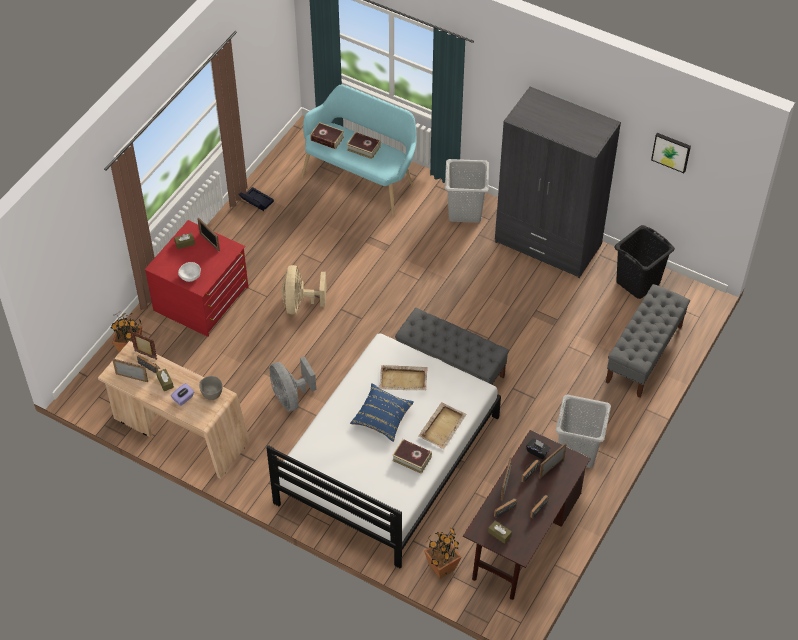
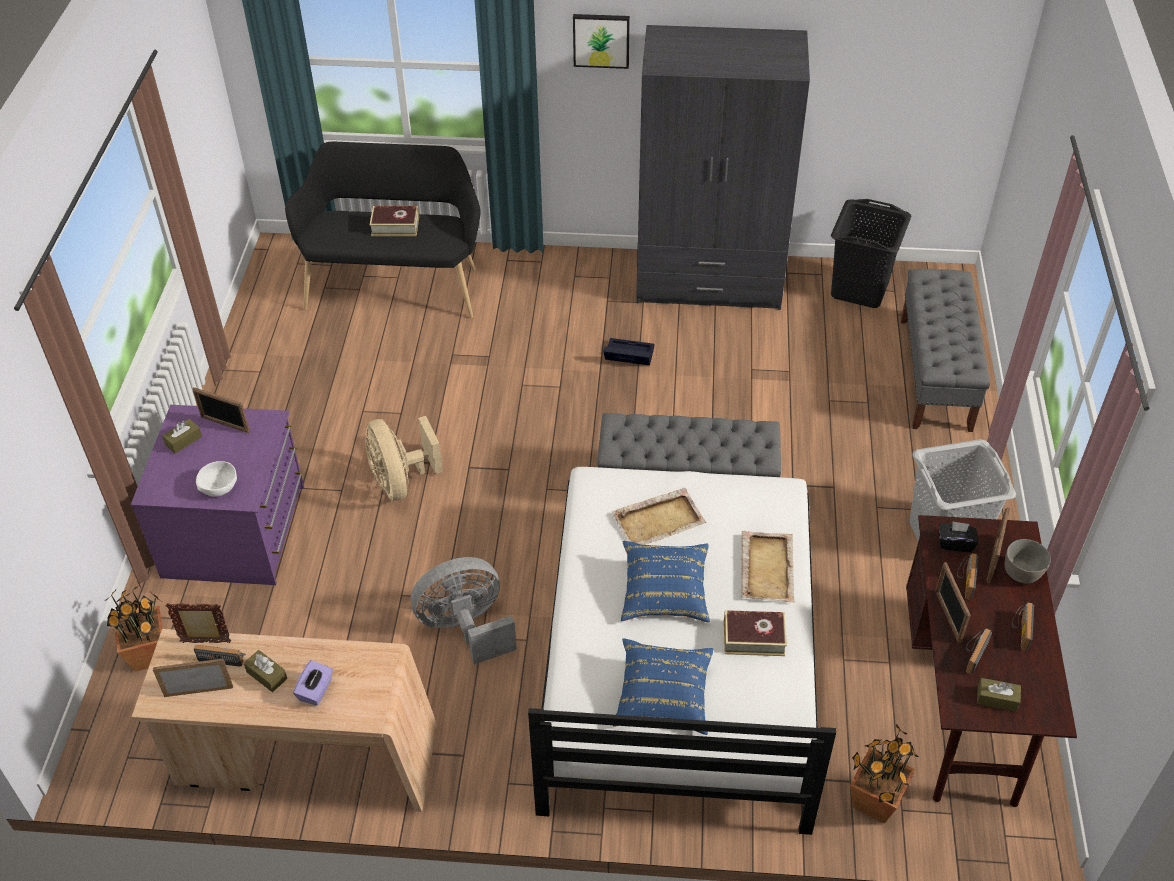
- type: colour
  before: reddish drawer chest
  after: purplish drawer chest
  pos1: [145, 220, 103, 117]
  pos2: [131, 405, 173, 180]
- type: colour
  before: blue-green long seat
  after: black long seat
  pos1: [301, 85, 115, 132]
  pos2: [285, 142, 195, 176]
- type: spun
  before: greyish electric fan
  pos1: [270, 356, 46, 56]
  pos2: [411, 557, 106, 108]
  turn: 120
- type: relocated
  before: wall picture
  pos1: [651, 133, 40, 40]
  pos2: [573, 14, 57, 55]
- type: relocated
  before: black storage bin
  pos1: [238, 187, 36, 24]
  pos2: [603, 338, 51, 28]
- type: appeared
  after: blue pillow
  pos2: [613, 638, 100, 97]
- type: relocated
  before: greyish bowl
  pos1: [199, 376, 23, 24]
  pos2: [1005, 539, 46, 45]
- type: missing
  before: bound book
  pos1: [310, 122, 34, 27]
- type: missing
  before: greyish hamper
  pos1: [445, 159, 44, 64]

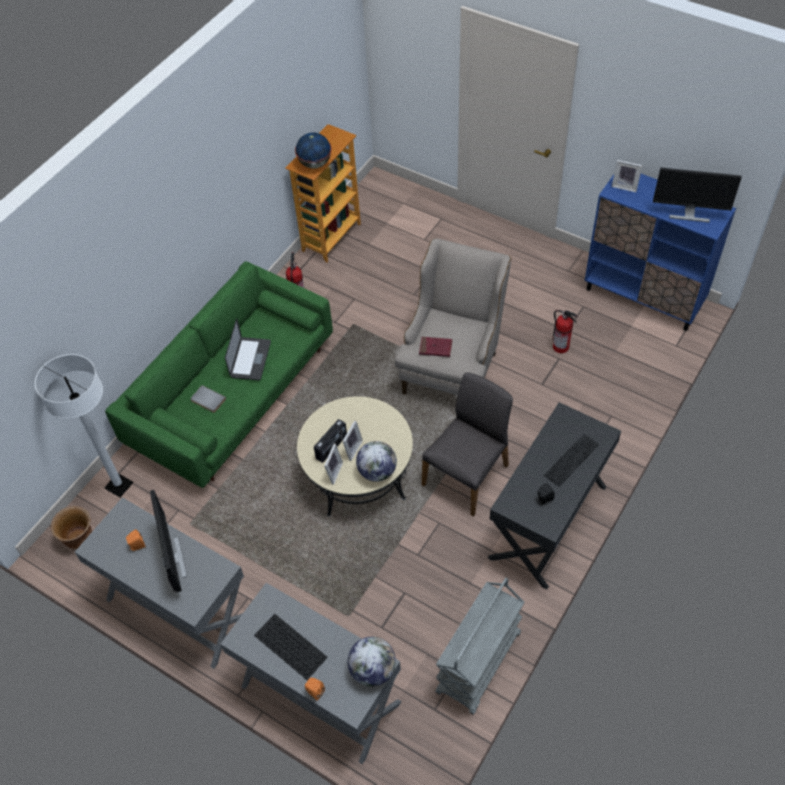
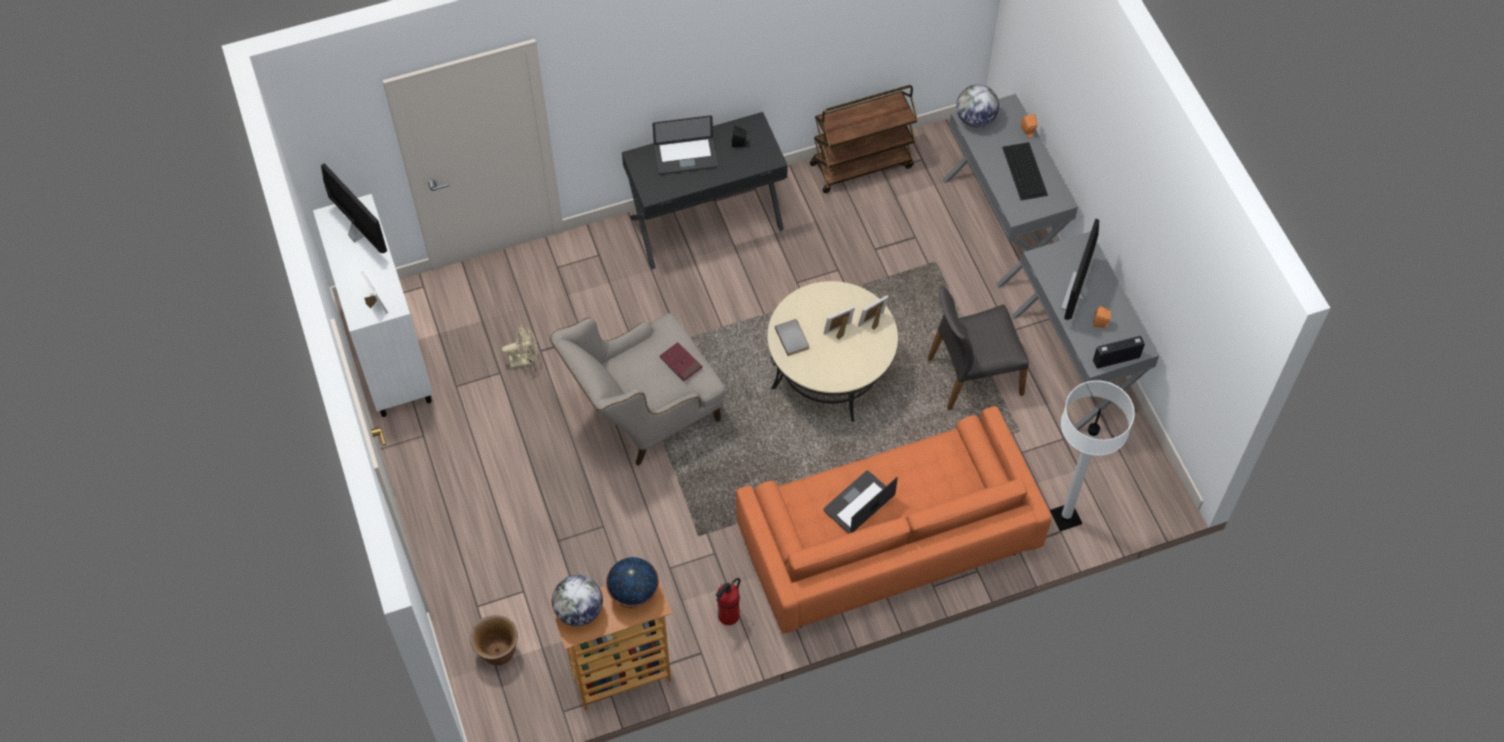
- type: colour
  before: blue cupboard
  after: white-coloured cupboard
  pos1: [585, 174, 151, 157]
  pos2: [313, 194, 120, 223]
- type: relocated
  before: brown planter
  pos1: [51, 506, 41, 43]
  pos2: [470, 615, 48, 50]
- type: exchanged
  before: extinguisher
  after: beige electric fan
  pos1: [552, 310, 26, 43]
  pos2: [502, 325, 36, 43]
- type: relocated
  before: desk globe
  pos1: [356, 441, 41, 41]
  pos2: [552, 575, 51, 51]
- type: exchanged
  before: keyboard
  after: notebook computer
  pos1: [544, 434, 55, 53]
  pos2: [652, 115, 66, 60]
- type: colour
  before: greenish sofa
  after: orangey sofa
  pos1: [105, 261, 228, 227]
  pos2: [736, 406, 316, 228]
- type: relocated
  before: greyish bound book
  pos1: [190, 385, 36, 28]
  pos2: [775, 319, 34, 37]
- type: colour
  before: greyish cart
  after: brown cart
  pos1: [436, 578, 88, 137]
  pos2: [810, 85, 108, 108]
- type: relocated
  before: greyish chair
  pos1: [421, 373, 92, 144]
  pos2: [927, 286, 102, 124]
- type: relocated
  before: radio
  pos1: [314, 419, 33, 44]
  pos2: [1093, 336, 52, 32]

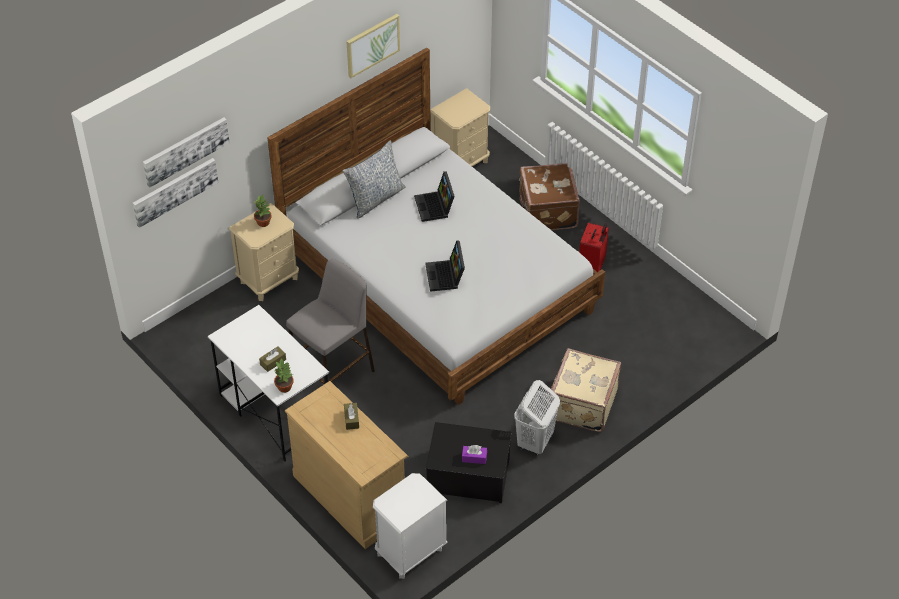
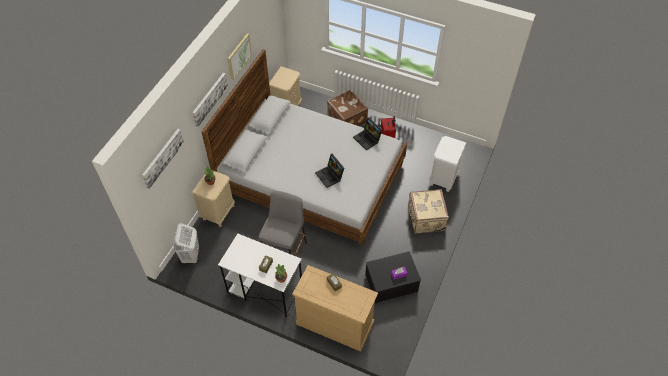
- type: relocated
  before: white-coloured hamper
  pos1: [514, 380, 46, 76]
  pos2: [173, 223, 26, 41]
- type: relocated
  before: wall picture
  pos1: [133, 158, 85, 70]
  pos2: [192, 73, 36, 54]
- type: relocated
  before: notebook computer
  pos1: [414, 171, 41, 51]
  pos2: [353, 117, 29, 33]
- type: relocated
  before: white-coloured nightstand
  pos1: [373, 473, 74, 106]
  pos2: [429, 136, 37, 56]
- type: missing
  before: pillow
  pos1: [342, 140, 64, 78]

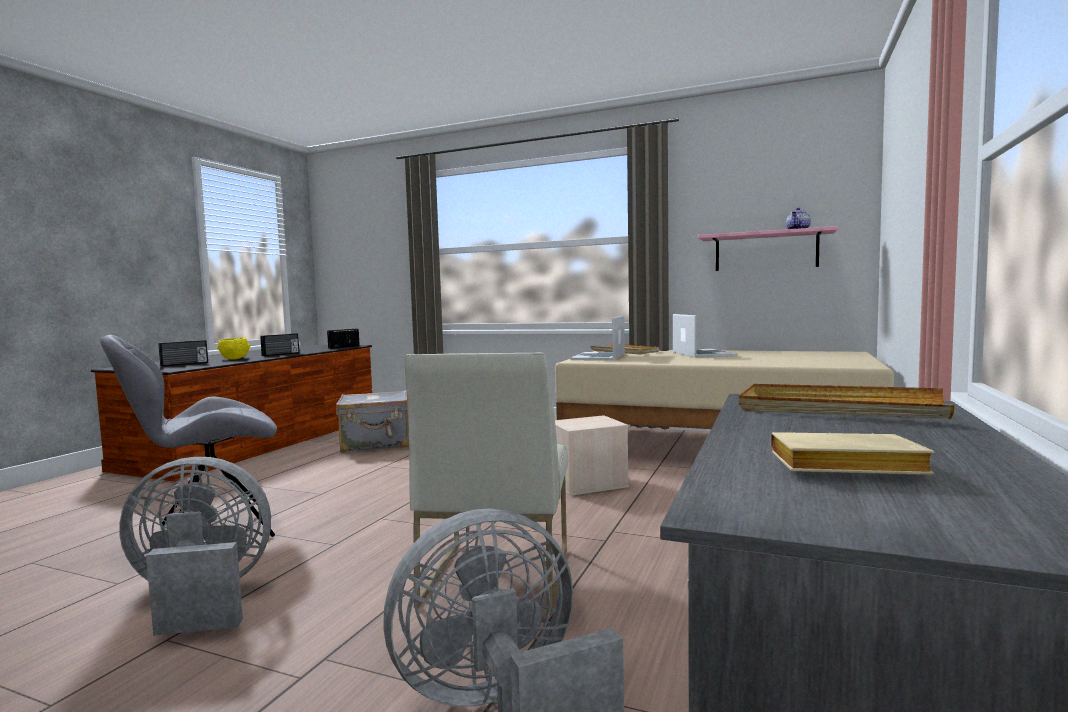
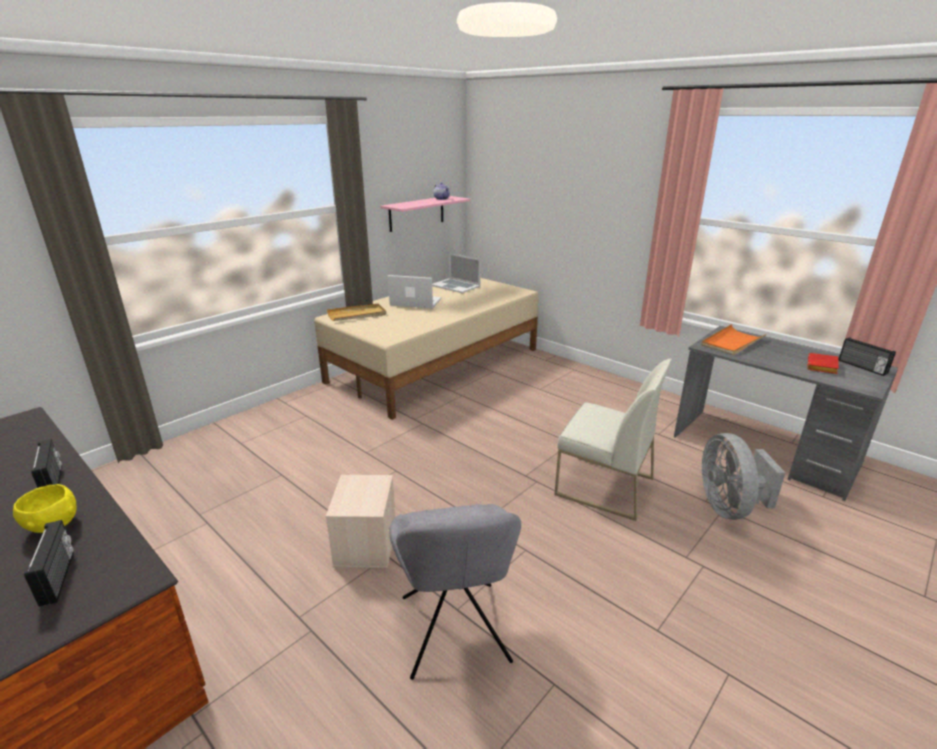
- type: relocated
  before: beige storage bin
  pos1: [555, 415, 74, 81]
  pos2: [326, 475, 69, 93]
- type: relocated
  before: notebook computer
  pos1: [571, 316, 54, 45]
  pos2: [432, 253, 49, 40]
- type: colour
  before: beige tray
  after: orangey tray
  pos1: [739, 384, 216, 35]
  pos2: [701, 324, 66, 31]
- type: colour
  before: beige bound book
  after: reddish bound book
  pos1: [771, 432, 164, 43]
  pos2: [807, 353, 32, 21]
- type: relocated
  before: radio
  pos1: [327, 329, 33, 20]
  pos2: [838, 338, 58, 38]
- type: missing
  before: greyish electric fan
  pos1: [119, 457, 152, 179]
- type: missing
  before: greyish travel case
  pos1: [336, 390, 73, 63]

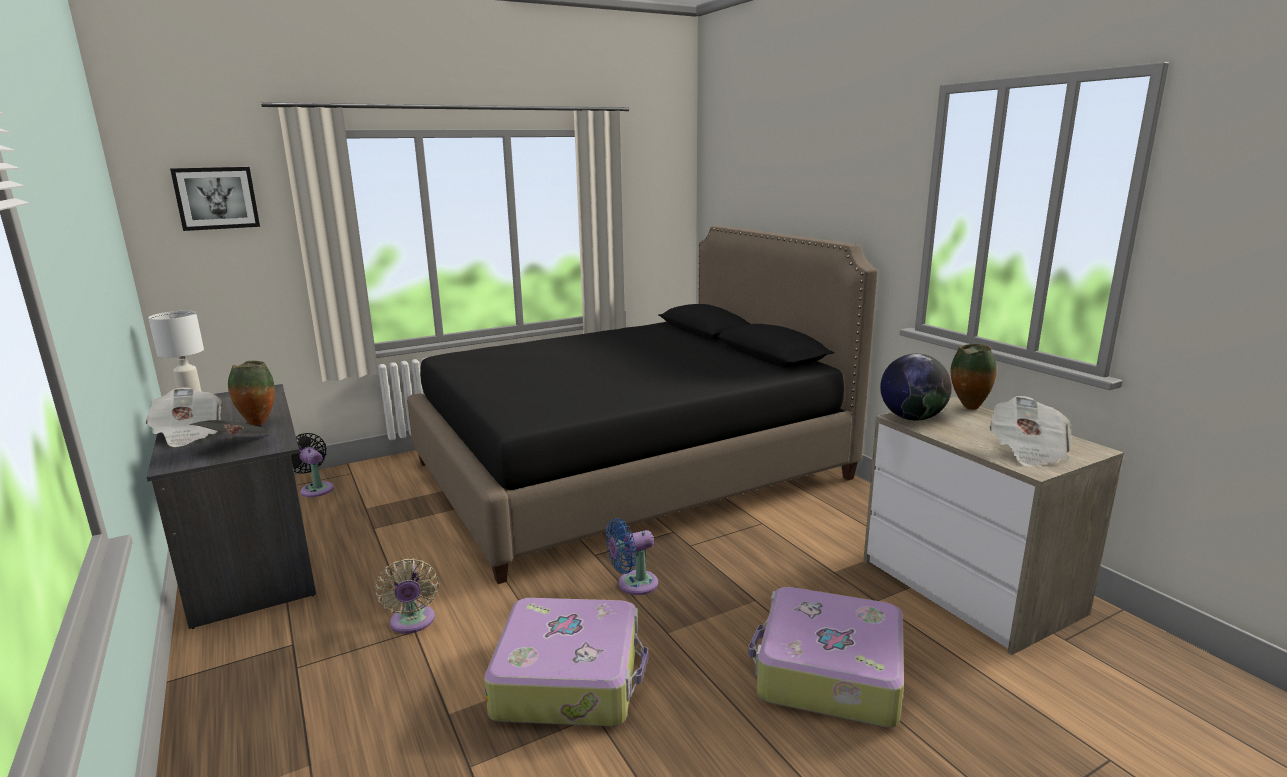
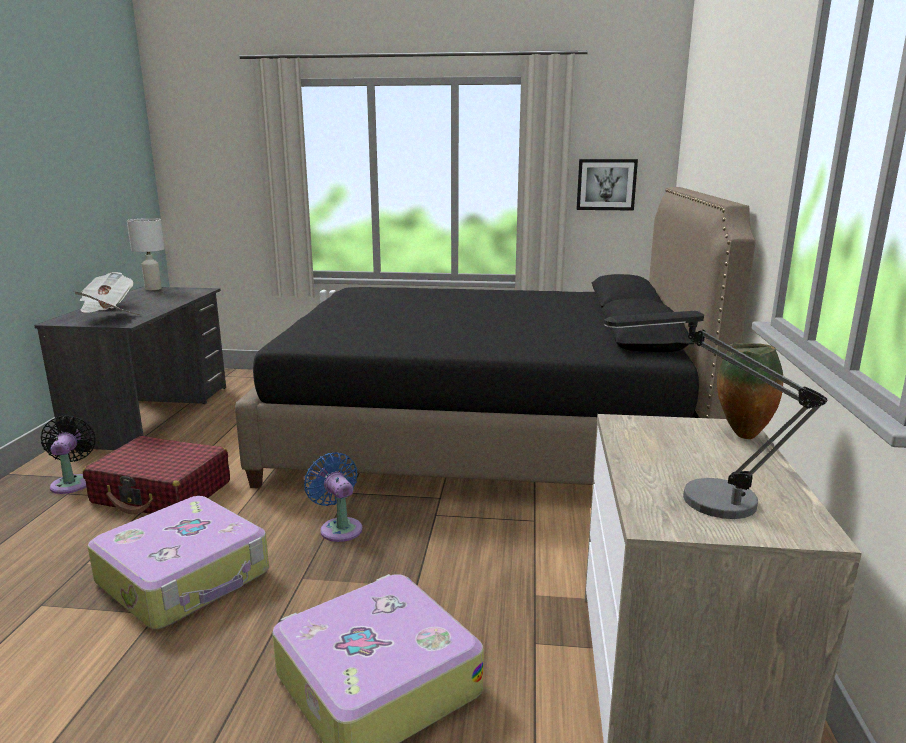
- type: relocated
  before: black electric fan
  pos1: [291, 433, 43, 64]
  pos2: [41, 416, 55, 78]
- type: exchanged
  before: beige electric fan
  after: reddish travel case
  pos1: [375, 558, 64, 76]
  pos2: [83, 436, 147, 79]
- type: spun
  before: blue electric fan
  pos1: [606, 518, 52, 77]
  pos2: [304, 452, 59, 90]
  turn: 45
- type: relocated
  before: wall picture
  pos1: [170, 167, 90, 64]
  pos2: [576, 159, 62, 52]
- type: exchanged
  before: newspaper
  after: tabletop lamp
  pos1: [989, 396, 83, 71]
  pos2: [604, 311, 223, 208]
- type: missing
  before: flower vase
  pos1: [228, 361, 47, 65]
- type: missing
  before: desk globe
  pos1: [880, 354, 72, 67]

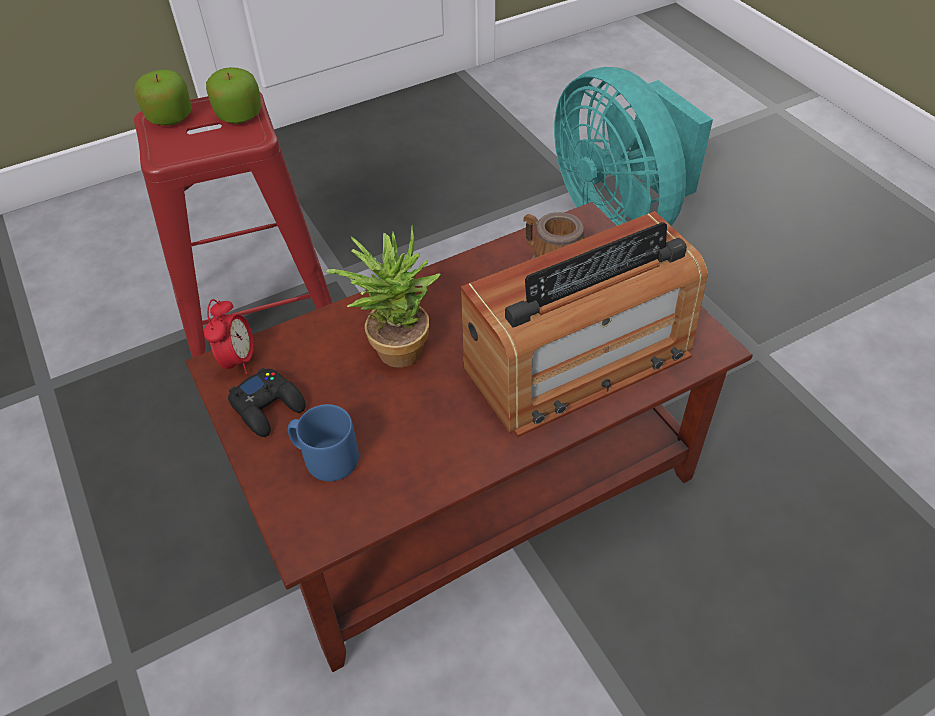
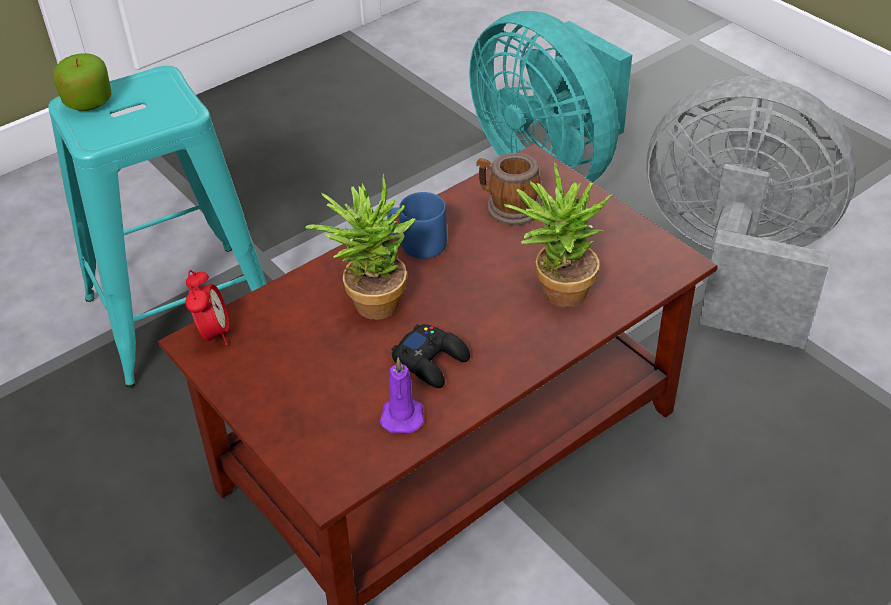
- type: colour
  before: reddish stool
  after: blue-green stool
  pos1: [134, 91, 198, 267]
  pos2: [48, 66, 219, 322]
- type: appeared
  after: purplish wax candle
  pos2: [380, 358, 44, 75]
- type: relocated
  before: blue mug
  pos1: [288, 404, 71, 77]
  pos2: [387, 192, 60, 67]
- type: relocated
  before: black game controller
  pos1: [228, 368, 78, 69]
  pos2: [392, 324, 78, 64]
- type: exchanged
  before: radio
  after: plant in a pot
  pos1: [461, 211, 247, 226]
  pos2: [503, 162, 110, 145]
- type: appeared
  after: greyish electric fan
  pos2: [646, 76, 210, 273]
- type: missing
  before: whole apple
  pos1: [206, 67, 55, 57]

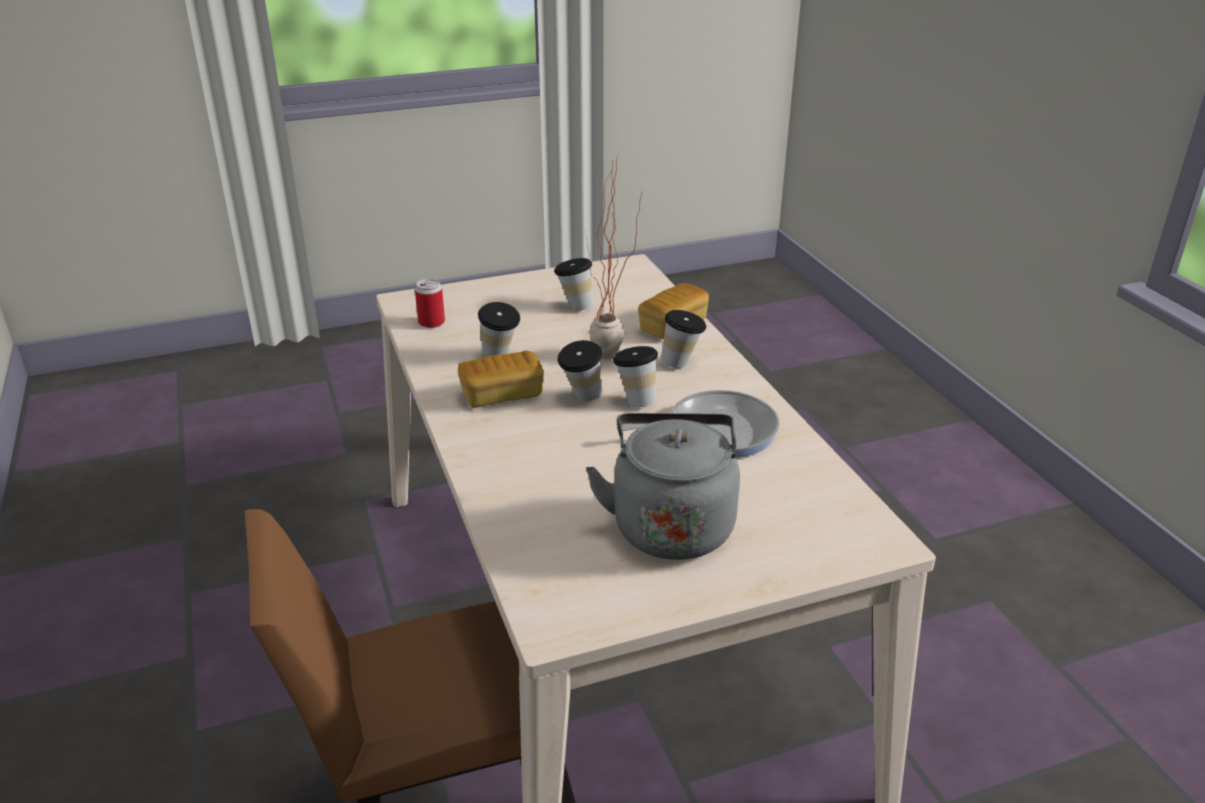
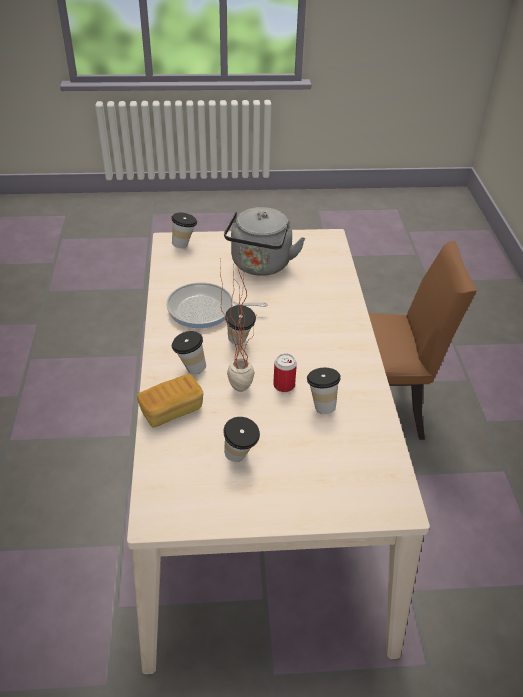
- type: relocated
  before: drinking cup
  pos1: [557, 340, 45, 62]
  pos2: [172, 213, 25, 35]
- type: relocated
  before: can
  pos1: [415, 279, 30, 49]
  pos2: [273, 353, 24, 39]
- type: missing
  before: baked bread
  pos1: [458, 351, 86, 57]

